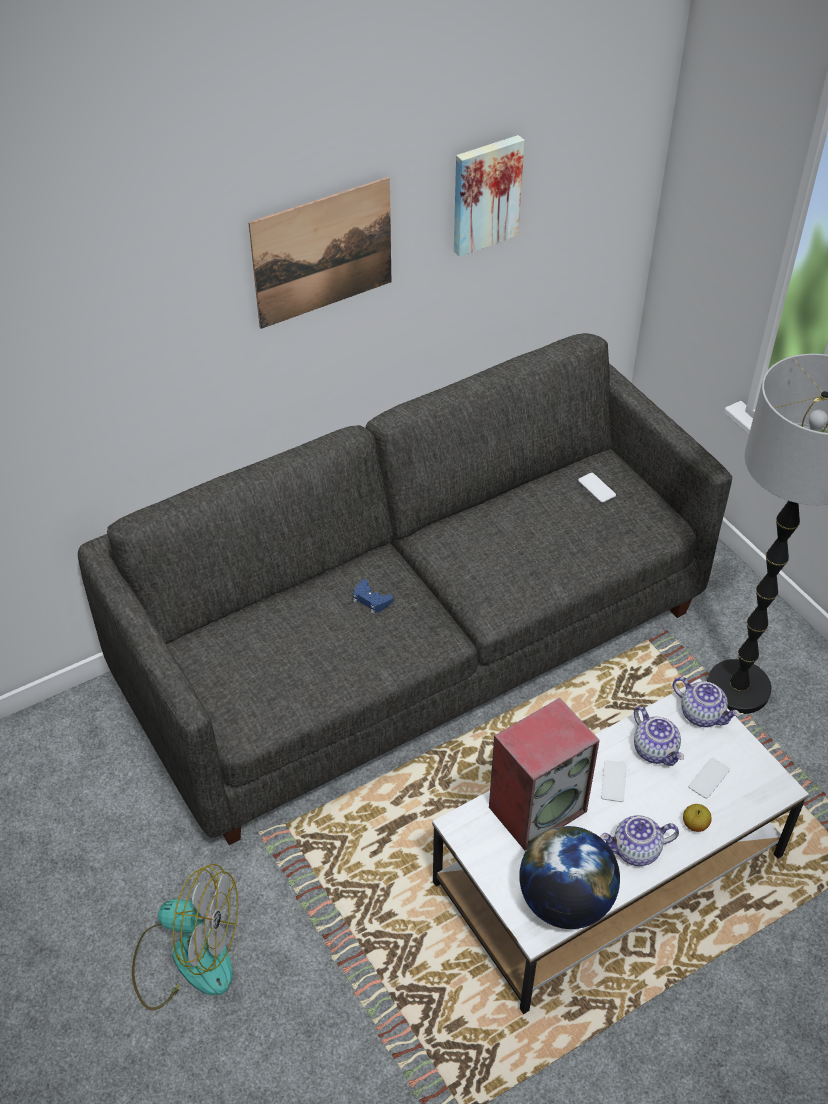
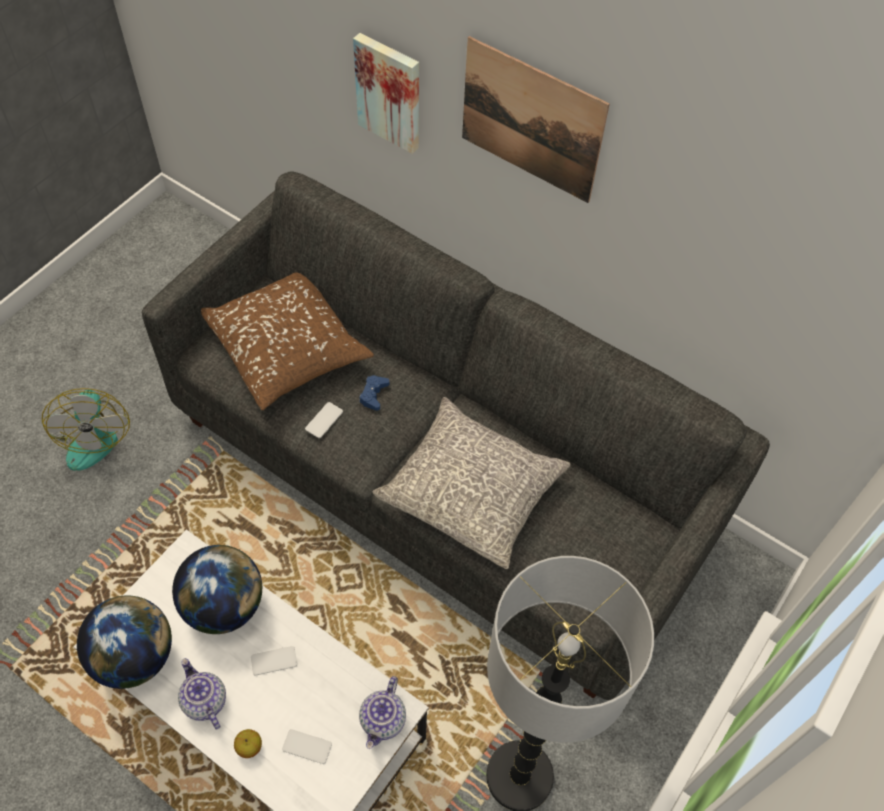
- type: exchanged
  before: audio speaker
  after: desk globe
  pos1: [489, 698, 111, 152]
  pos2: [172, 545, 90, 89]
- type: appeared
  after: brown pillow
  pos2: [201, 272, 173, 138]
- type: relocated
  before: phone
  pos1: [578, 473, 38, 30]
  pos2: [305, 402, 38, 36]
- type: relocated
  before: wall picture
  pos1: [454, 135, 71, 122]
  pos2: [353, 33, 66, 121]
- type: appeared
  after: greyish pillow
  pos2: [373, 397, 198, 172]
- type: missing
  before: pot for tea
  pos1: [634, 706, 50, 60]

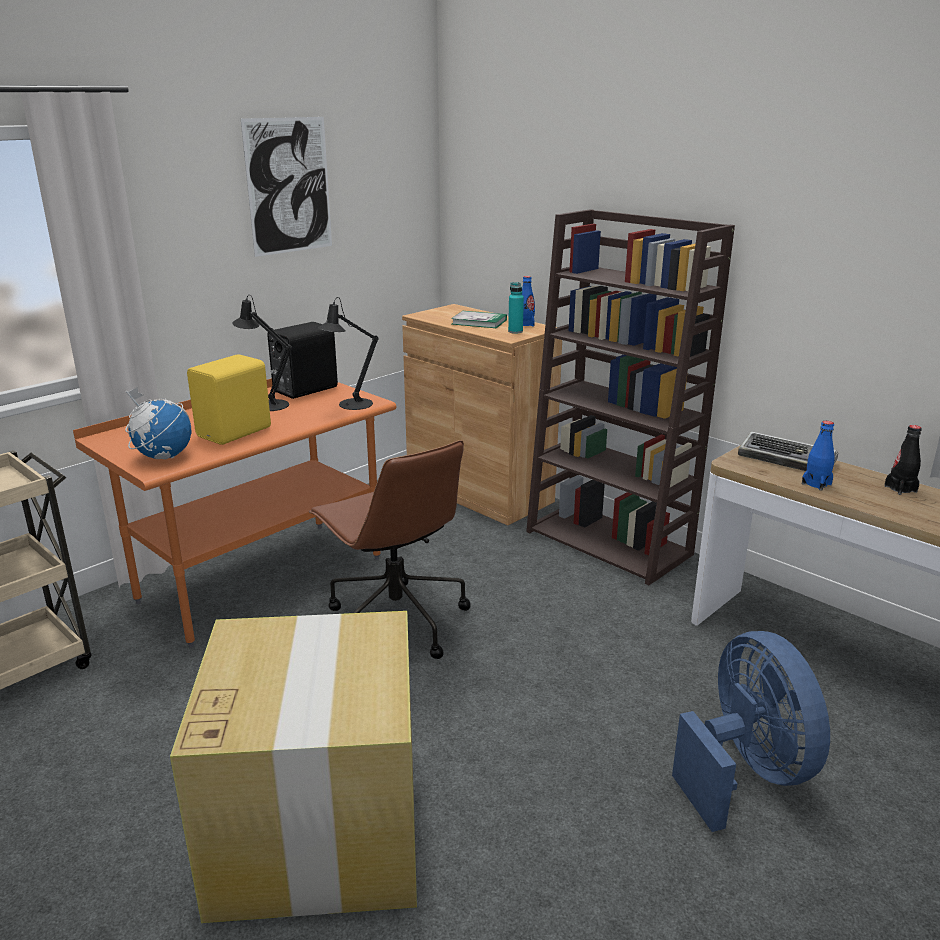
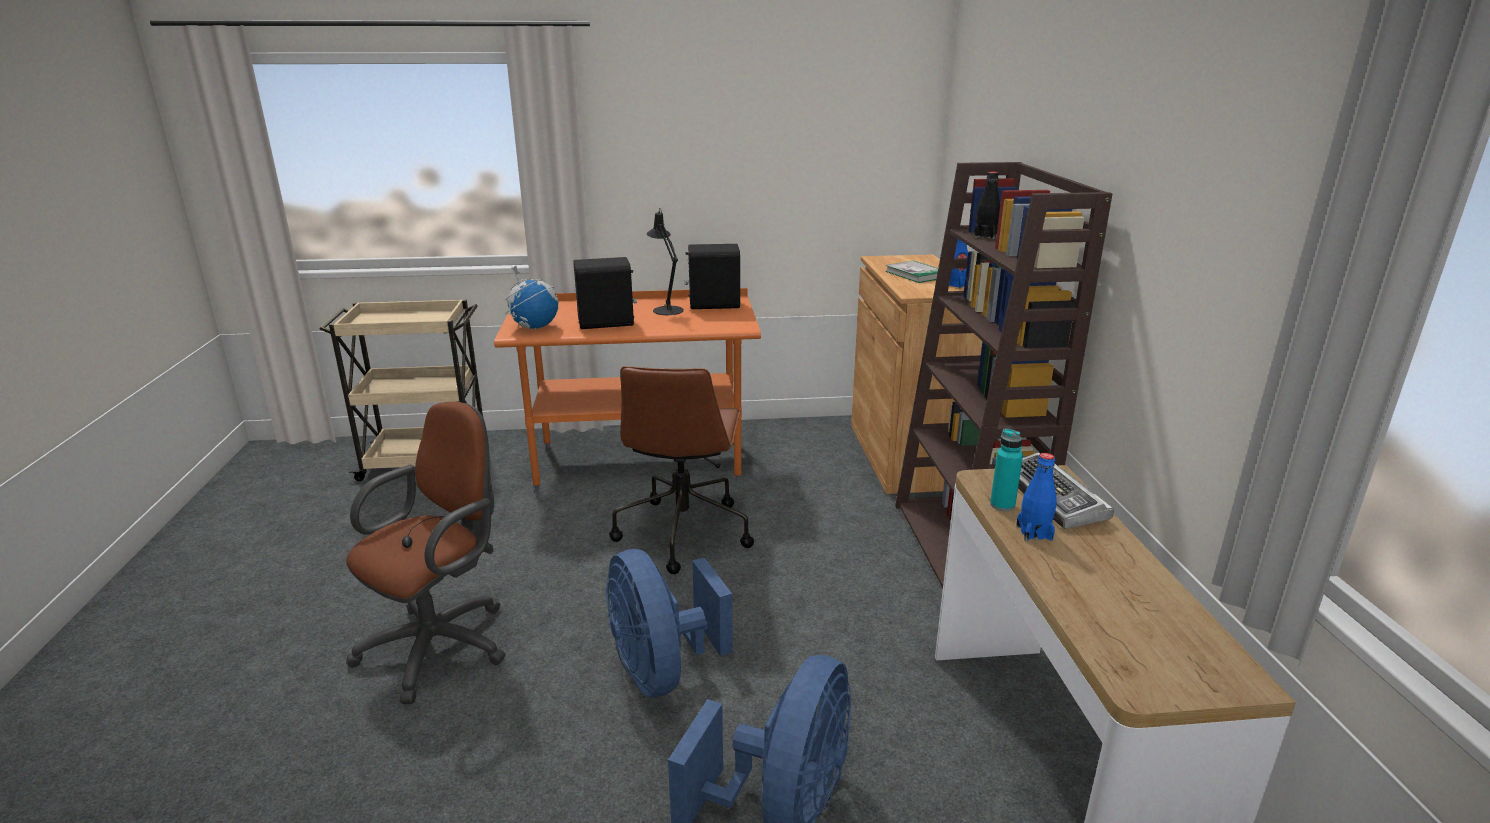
- type: exchanged
  before: packing box
  after: brown desk chair
  pos1: [170, 611, 247, 312]
  pos2: [346, 402, 160, 302]
- type: colour
  before: yellowish audio speaker
  after: black audio speaker
  pos1: [187, 354, 84, 91]
  pos2: [573, 257, 64, 72]
- type: appeared
  after: blue electric fan
  pos2: [606, 549, 127, 148]
- type: relocated
  before: black bottle
  pos1: [885, 425, 37, 70]
  pos2: [974, 171, 26, 68]
- type: relocated
  before: blue-green bottle
  pos1: [508, 282, 16, 52]
  pos2: [990, 428, 33, 83]
- type: missing
  before: wall picture
  pos1: [241, 117, 91, 140]
- type: missing
  before: black tabletop lamp
  pos1: [318, 297, 60, 113]

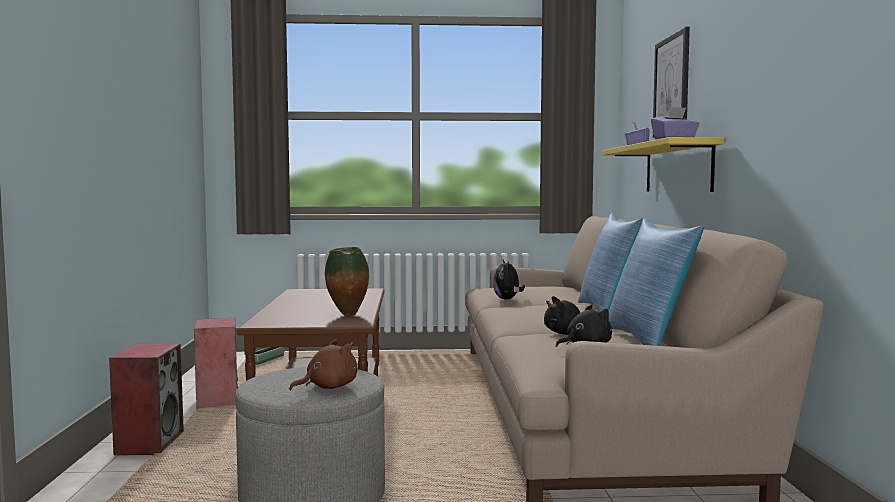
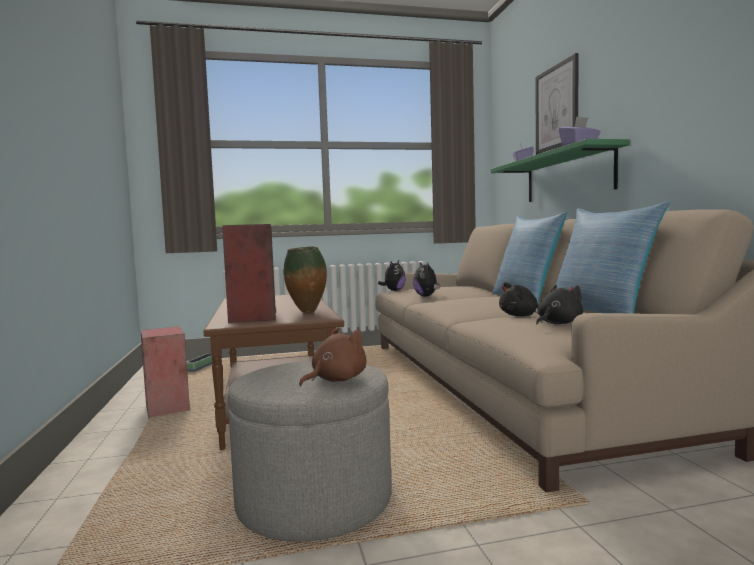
- type: relocated
  before: audio speaker
  pos1: [109, 344, 75, 111]
  pos2: [222, 224, 54, 99]
- type: appeared
  after: cuddly toy
  pos2: [378, 261, 28, 30]
- type: colour
  before: yellowish bracket shelf
  after: greenish bracket shelf
  pos1: [602, 137, 122, 55]
  pos2: [491, 139, 139, 63]

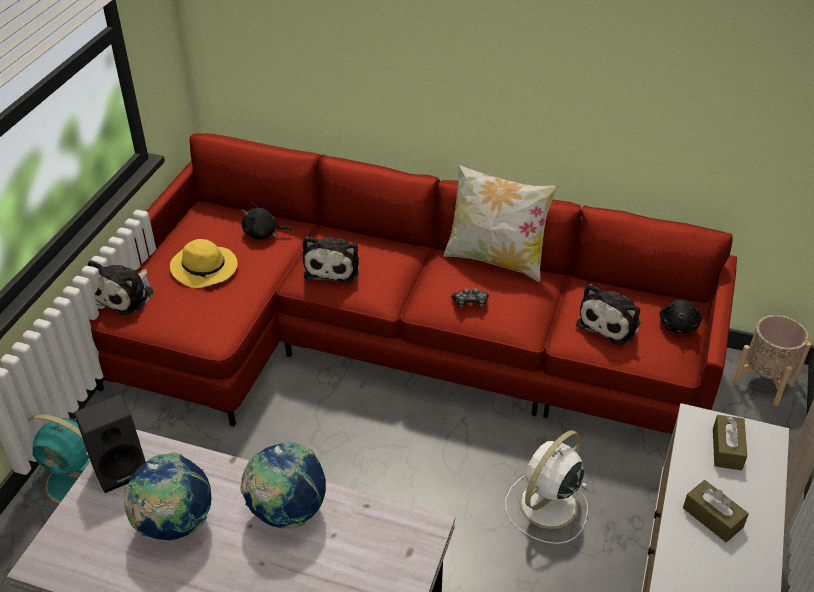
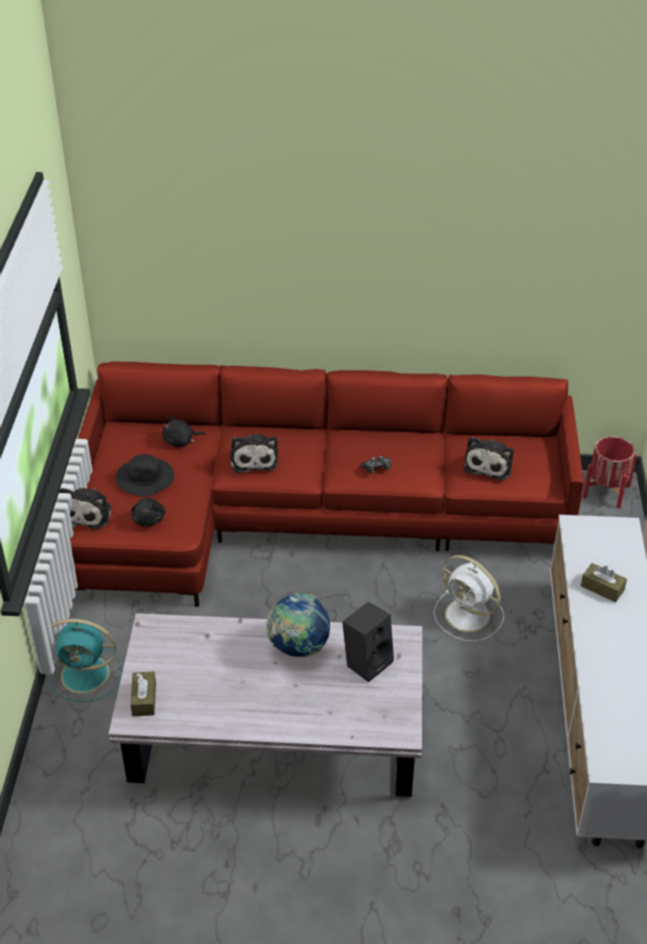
- type: colour
  before: yellowish wearable hat
  after: black wearable hat
  pos1: [170, 239, 68, 49]
  pos2: [115, 454, 59, 43]
- type: relocated
  before: brown tissue holder
  pos1: [713, 415, 34, 56]
  pos2: [130, 672, 26, 44]
- type: relocated
  before: black cuddly toy
  pos1: [659, 299, 43, 35]
  pos2: [131, 497, 34, 29]
- type: relocated
  before: black audio speaker
  pos1: [74, 394, 72, 99]
  pos2: [342, 602, 52, 80]
- type: spun
  before: white-coloured electric fan
  pos1: [505, 430, 83, 114]
  pos2: [434, 555, 70, 87]
  turn: -75
- type: colour
  before: beige planter
  after: reddish planter
  pos1: [732, 315, 79, 91]
  pos2: [582, 436, 55, 73]
- type: missing
  before: desk globe
  pos1: [124, 452, 88, 88]
- type: missing
  before: pillow
  pos1: [443, 164, 115, 118]

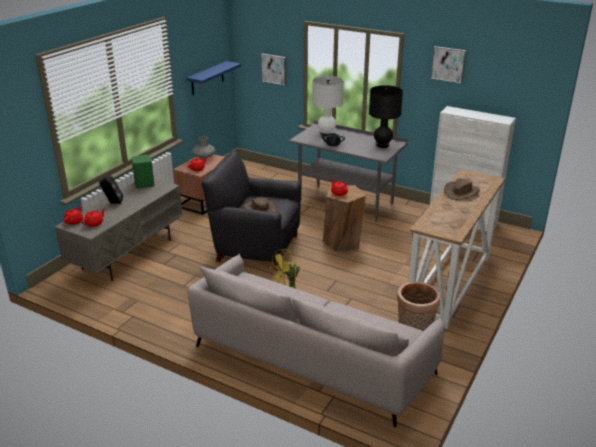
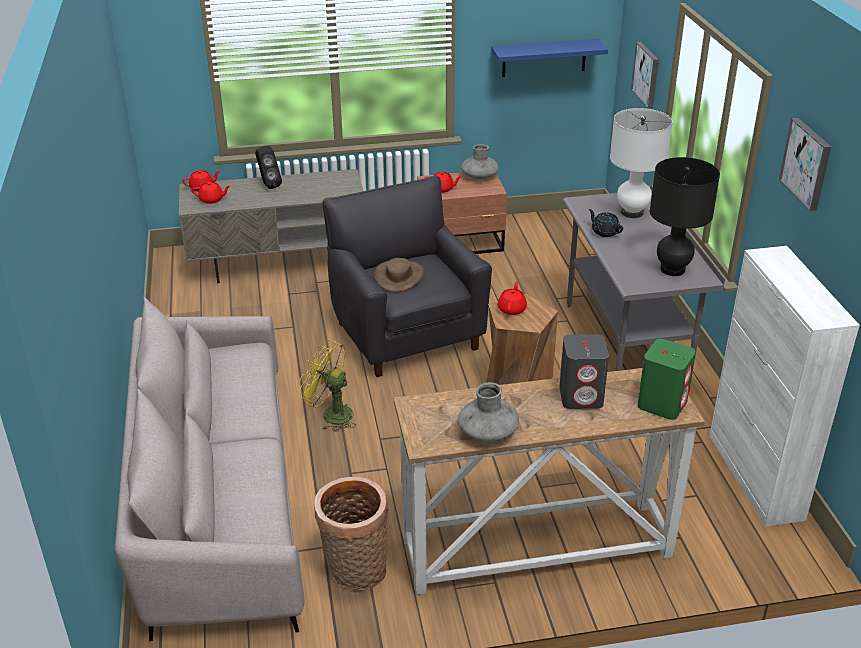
- type: appeared
  after: greyish flower vase
  pos2: [458, 382, 61, 60]
- type: exchanged
  before: brown wearable hat
  after: greyish audio speaker
  pos1: [444, 178, 36, 22]
  pos2: [559, 334, 50, 75]
- type: relocated
  before: greenish audio speaker
  pos1: [131, 155, 23, 34]
  pos2: [637, 339, 59, 81]

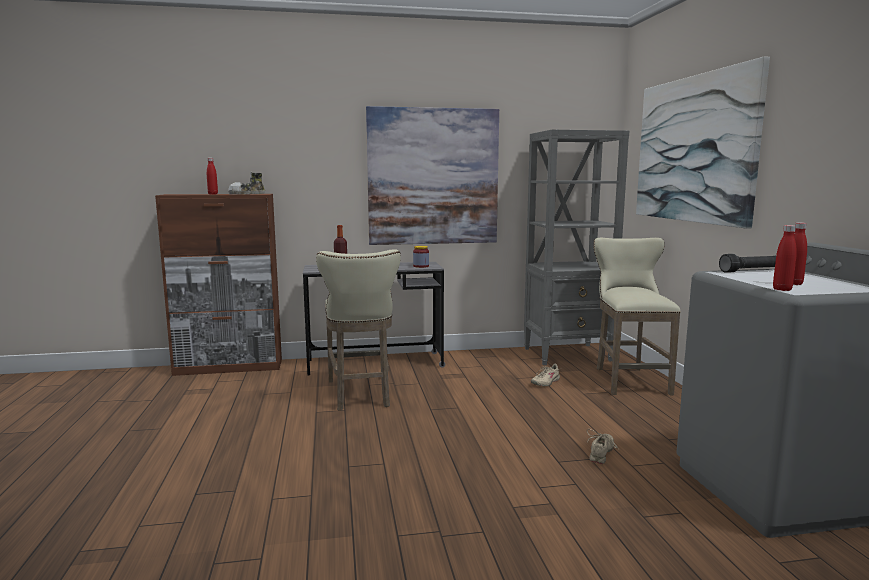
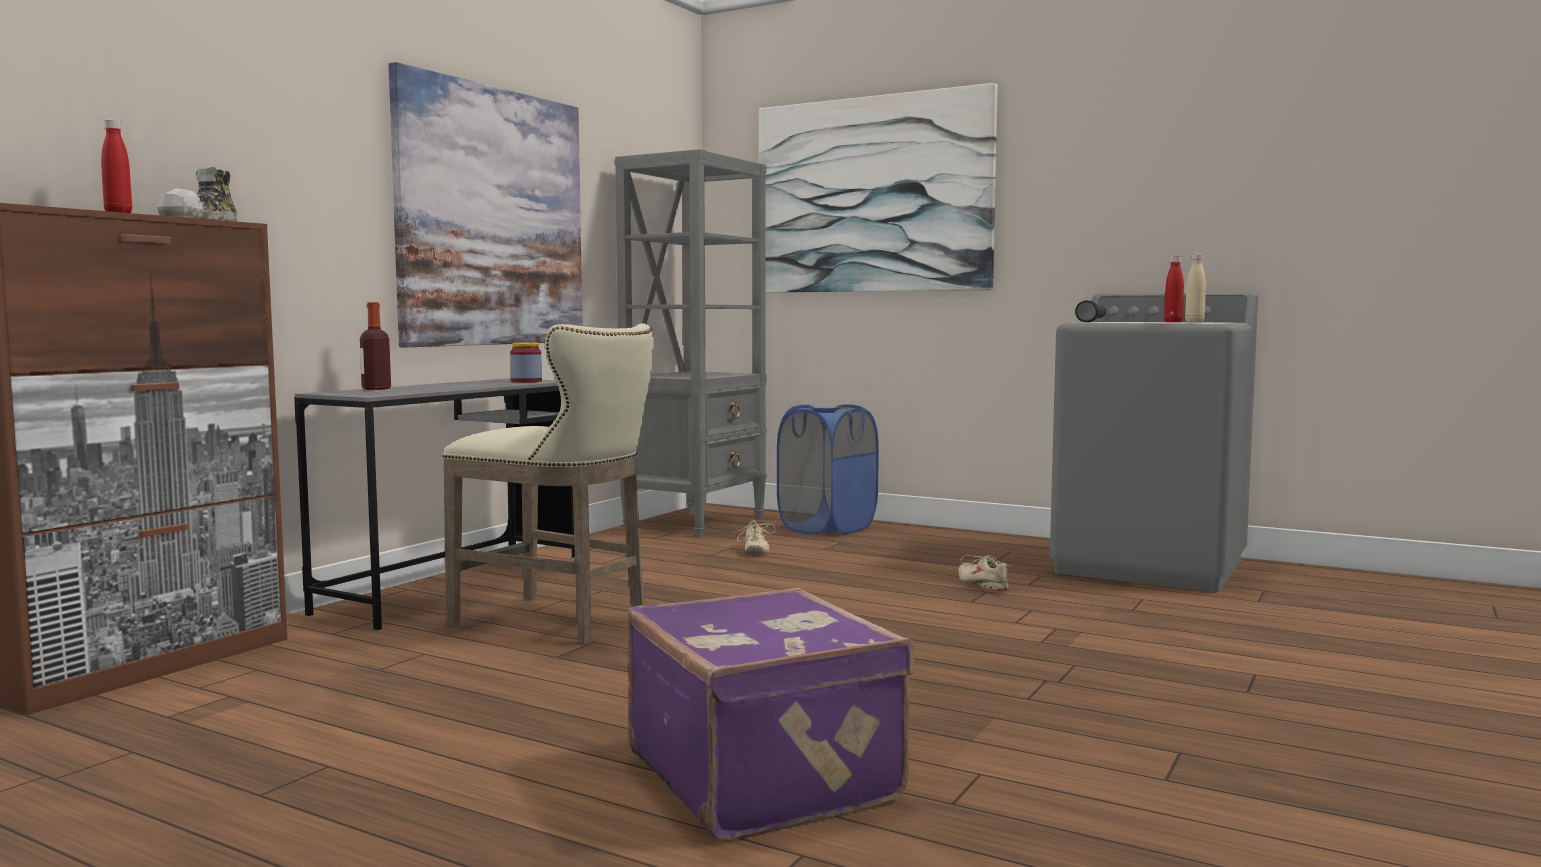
- type: appeared
  after: purplish travel case
  pos2: [628, 587, 286, 253]
- type: exchanged
  before: beige stool
  after: blue hamper
  pos1: [593, 238, 88, 157]
  pos2: [777, 404, 102, 131]
- type: colour
  before: reddish bottle
  after: beige bottle
  pos1: [773, 225, 24, 66]
  pos2: [1185, 254, 21, 69]

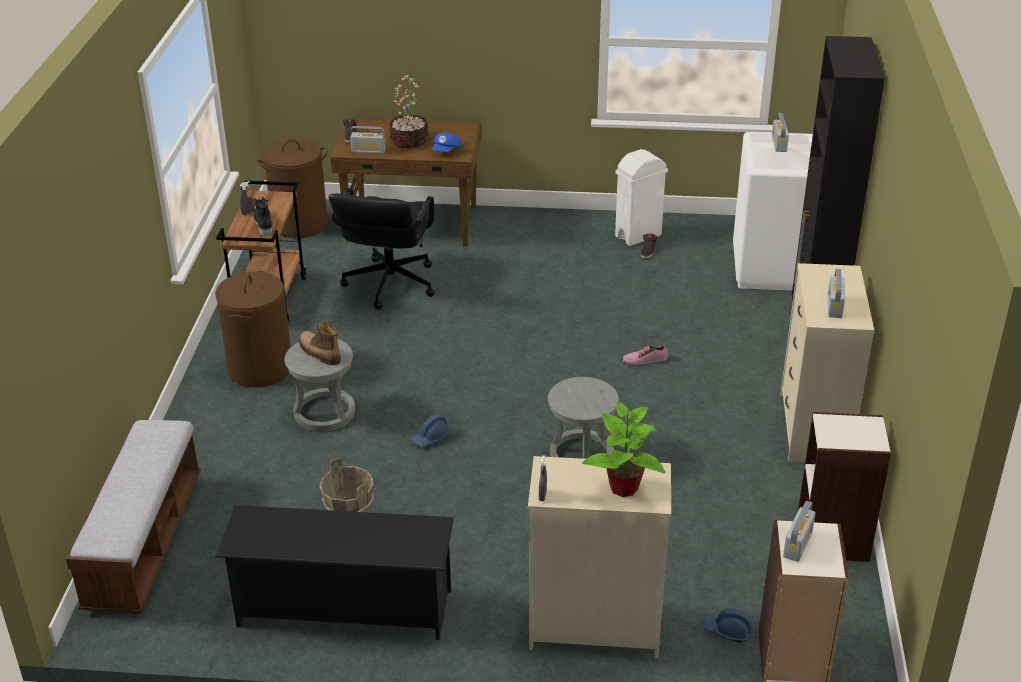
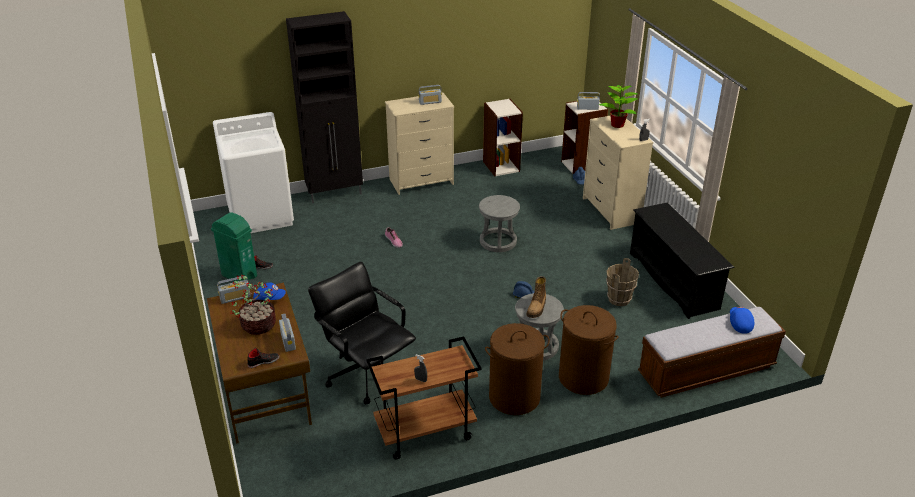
- type: colour
  before: white-coloured rubbish bin
  after: greenish rubbish bin
  pos1: [615, 149, 53, 97]
  pos2: [211, 213, 46, 69]
- type: relocated
  before: radio
  pos1: [772, 113, 17, 39]
  pos2: [217, 276, 34, 28]
- type: spun
  before: black desk chair
  pos1: [329, 188, 106, 122]
  pos2: [308, 262, 108, 143]
  turn: -120
- type: relocated
  before: brown hamper
  pos1: [257, 139, 71, 99]
  pos2: [559, 305, 59, 90]
- type: appeared
  after: blue baseball cap
  pos2: [730, 307, 24, 27]
- type: missing
  before: black high-top boot
  pos1: [252, 197, 21, 39]

